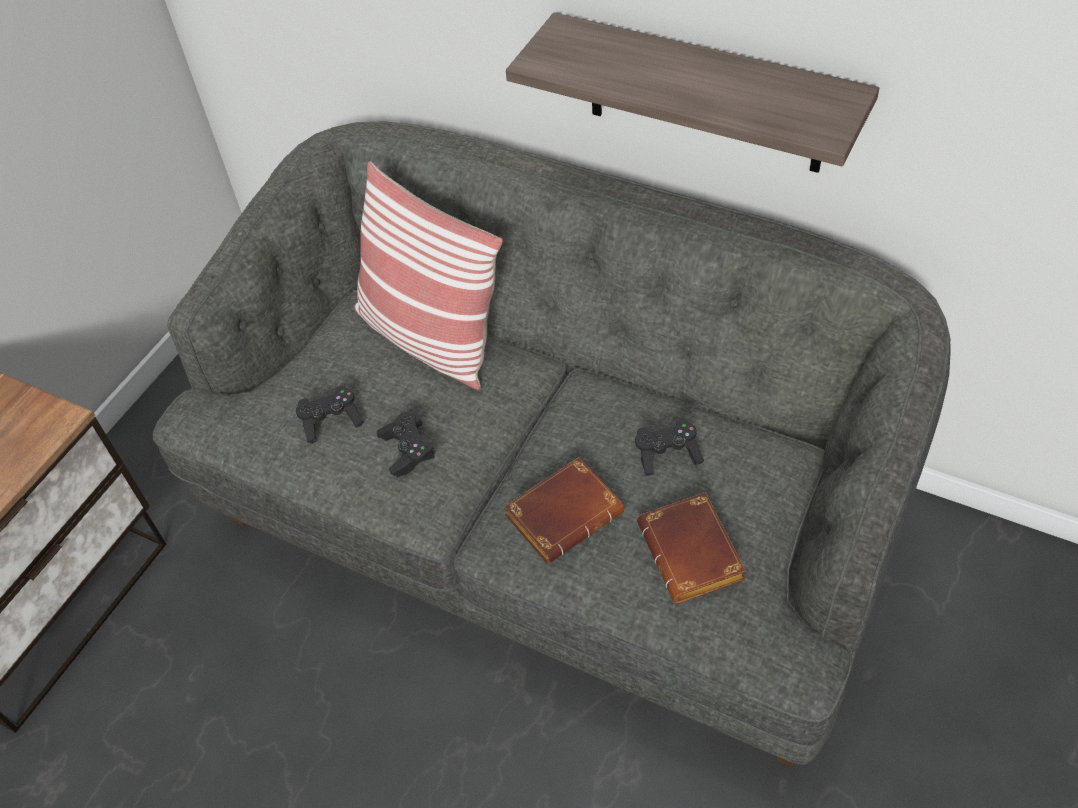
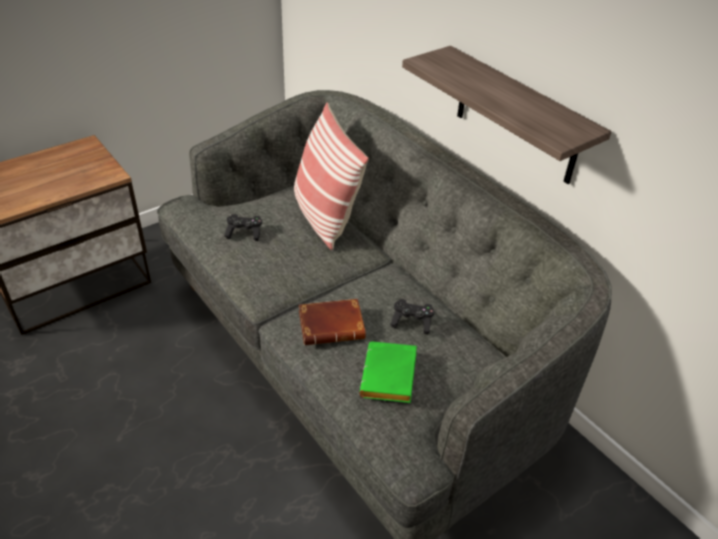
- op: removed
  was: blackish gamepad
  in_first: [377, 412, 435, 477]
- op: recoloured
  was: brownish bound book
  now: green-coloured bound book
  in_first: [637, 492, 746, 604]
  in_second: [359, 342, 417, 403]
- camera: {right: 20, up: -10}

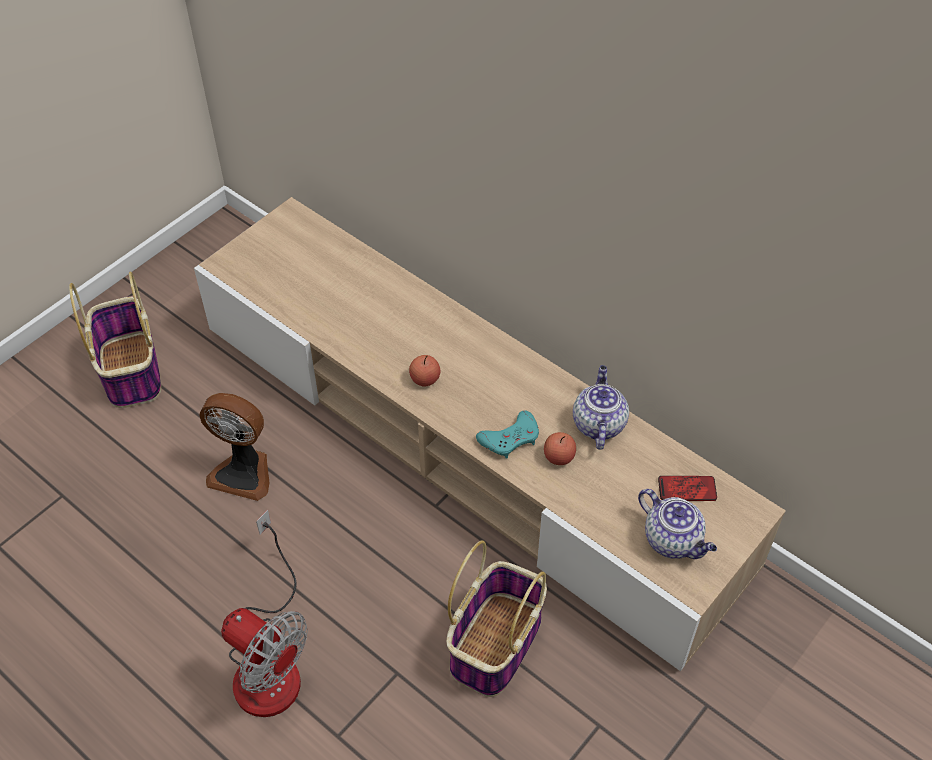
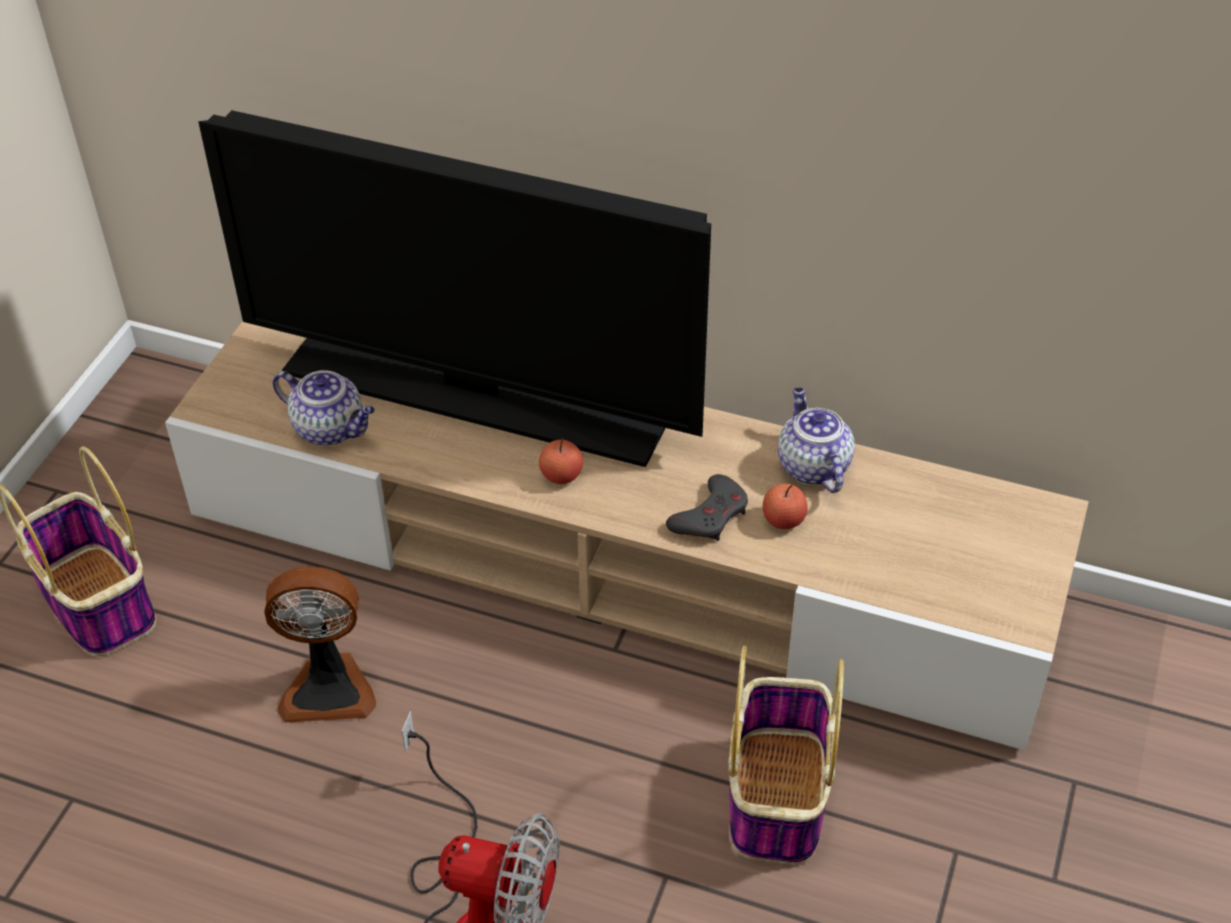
- op: recoloured
  was: turquoise-coloured gamepad
  now: gray gamepad
  in_first: [476, 410, 539, 459]
  in_second: [666, 474, 748, 541]
- op: removed
  was: handset
  in_first: [658, 476, 717, 501]
- op: moved
  was: teapot
  in_first: [638, 489, 717, 559]
  in_second: [273, 370, 375, 446]
- op: added
  now: television
  in_second: [198, 110, 711, 467]
- camera: {right: -20, up: -5}

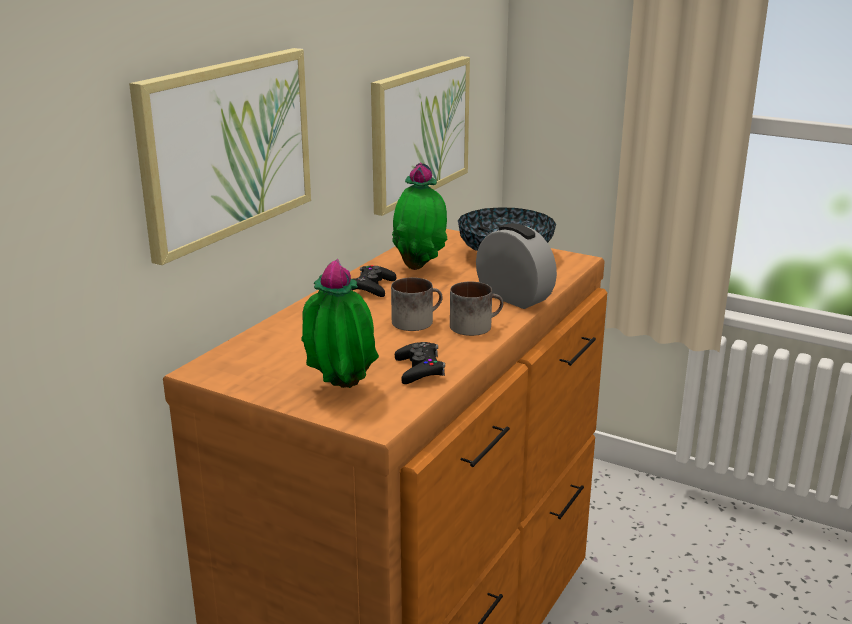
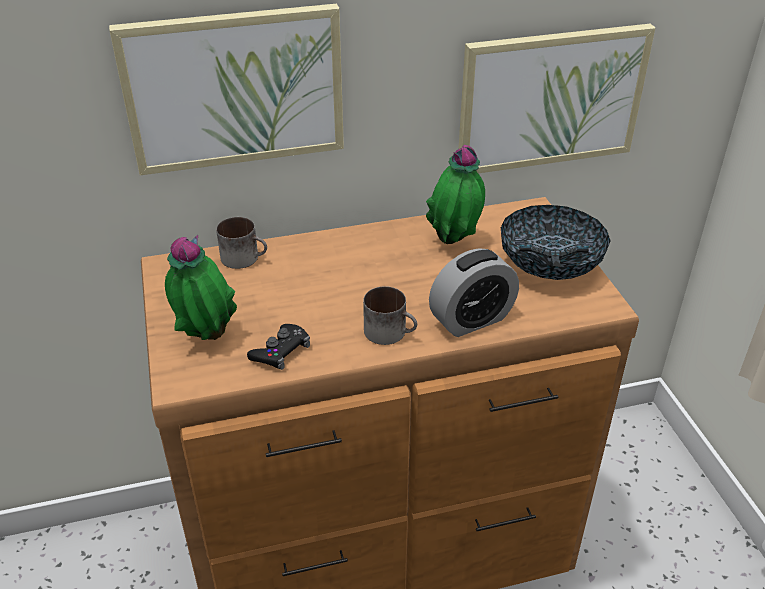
- op: turned
  was: alarm clock
  in_first: [476, 223, 557, 309]
  in_second: [429, 248, 519, 337]
  clockwise: 60
- op: removed
  was: blackish gamepad
  in_first: [351, 265, 396, 297]
- op: moved
  was: tea mug
  in_first: [391, 278, 443, 331]
  in_second: [216, 217, 267, 269]
- camera: {right: 45, up: 15}

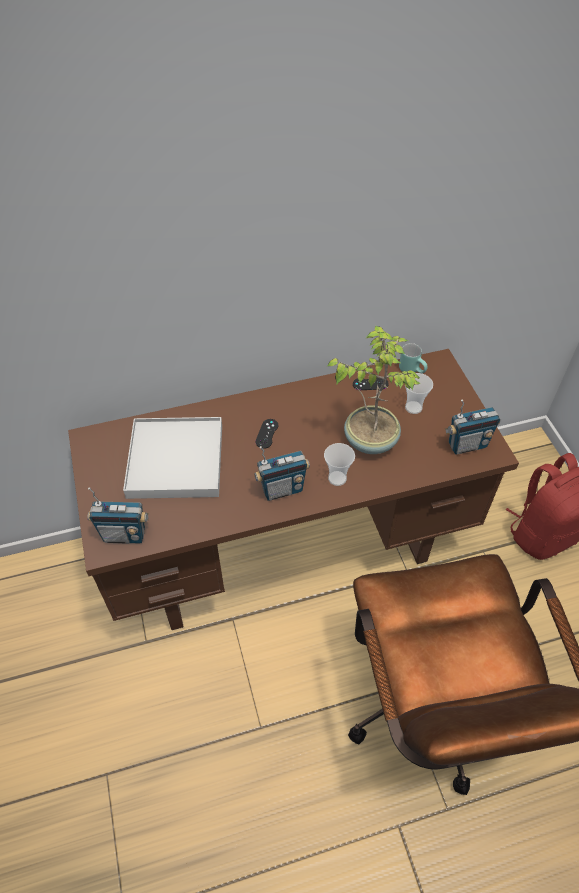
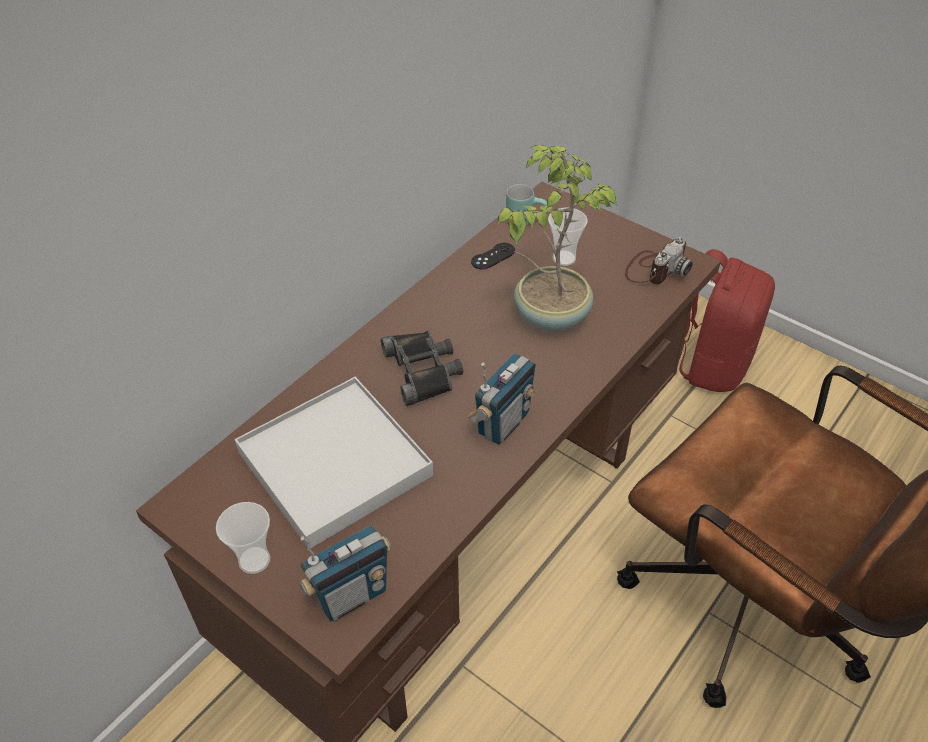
- op: replaced
  was: radio
  now: still camera
  in_first: [445, 399, 500, 455]
  in_second: [625, 237, 693, 284]
- op: replaced
  was: blackish gamepad
  now: blackish pair of binoculars
  in_first: [255, 419, 278, 449]
  in_second: [381, 331, 463, 406]
- op: moved
  was: drinking cup
  in_first: [324, 443, 355, 486]
  in_second: [216, 502, 270, 574]
- camera: {right: -35, up: -5}

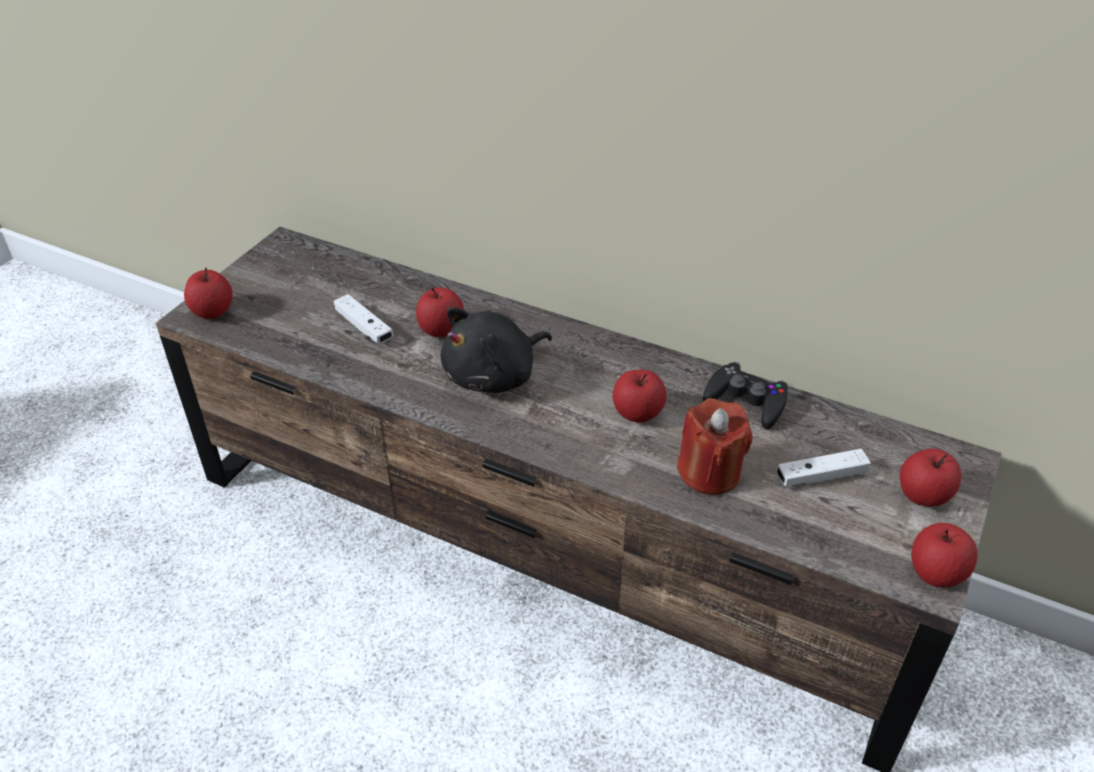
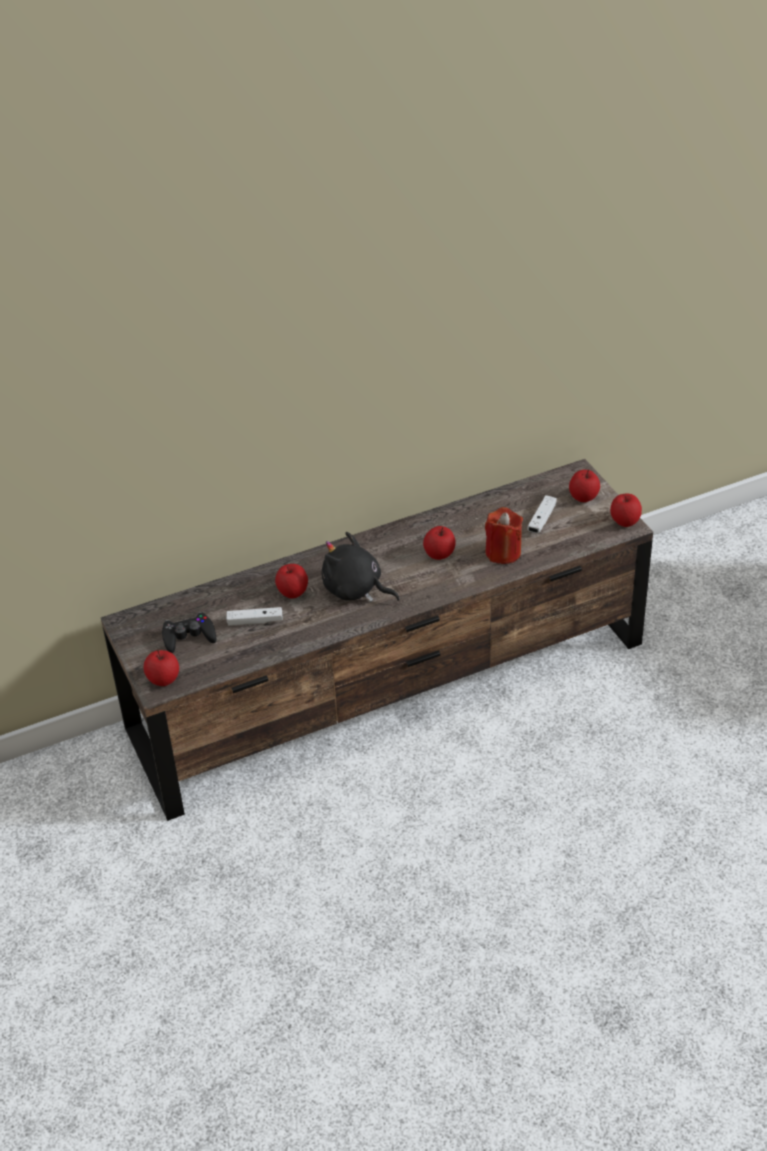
- op: turned
  was: blackish soft toy
  in_first: [441, 307, 552, 393]
  in_second: [322, 532, 400, 602]
  clockwise: 120
- op: moved
  was: blackish gamepad
  in_first: [703, 362, 788, 430]
  in_second: [162, 612, 216, 653]
- camera: {right: -50, up: 0}

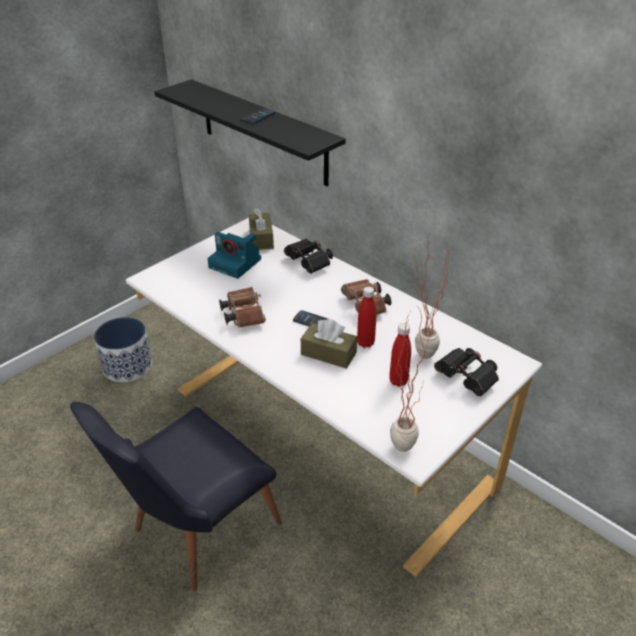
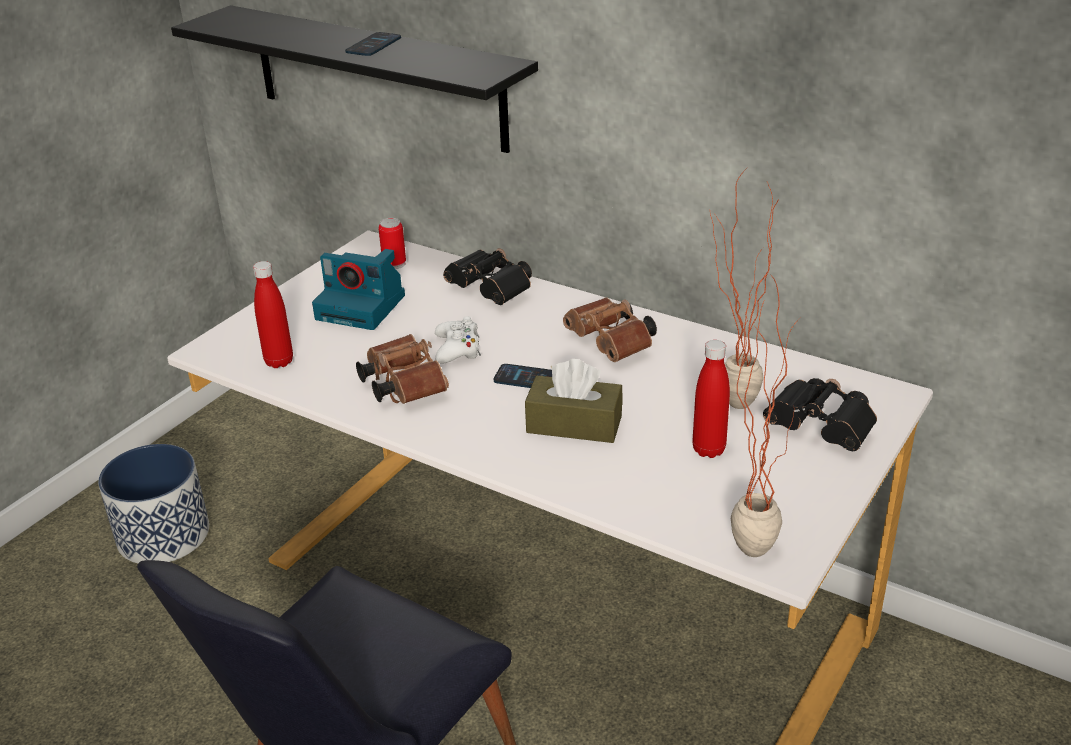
- op: replaced
  was: brownish box of tissues
  now: can
  in_first: [249, 208, 274, 250]
  in_second: [378, 218, 406, 269]
- op: moved
  was: red drink bottle
  in_first: [357, 287, 376, 348]
  in_second: [253, 261, 293, 368]
- op: added
  now: white gamepad
  in_second: [435, 316, 481, 364]
- camera: {right: -10, up: -5}

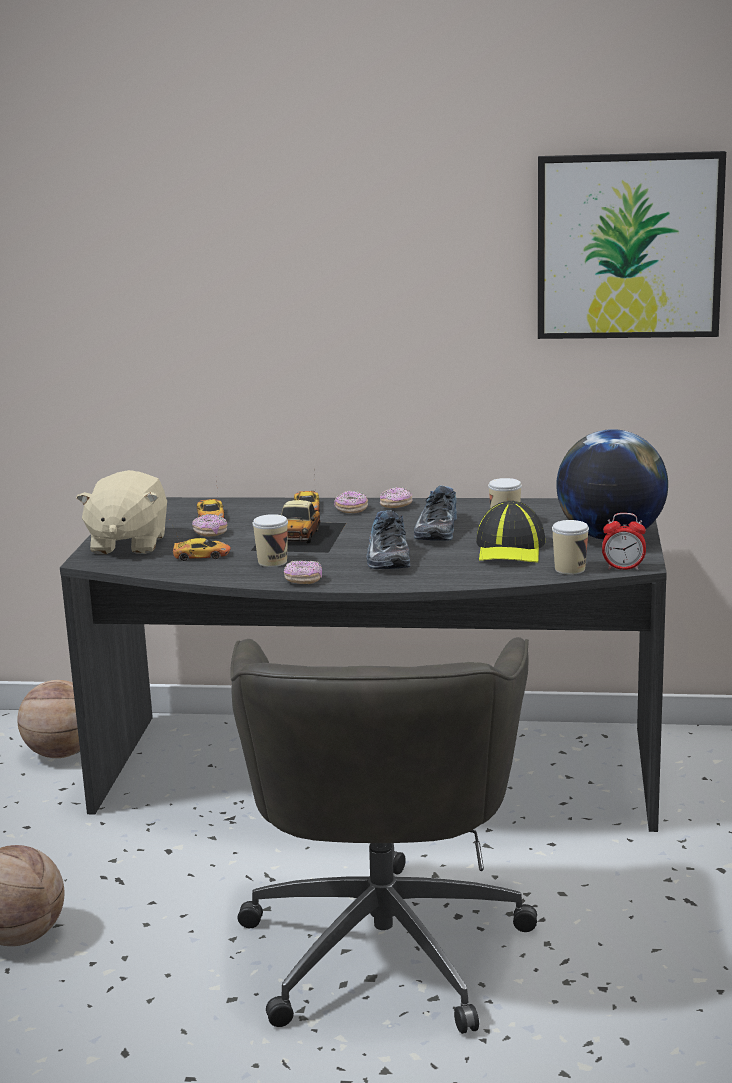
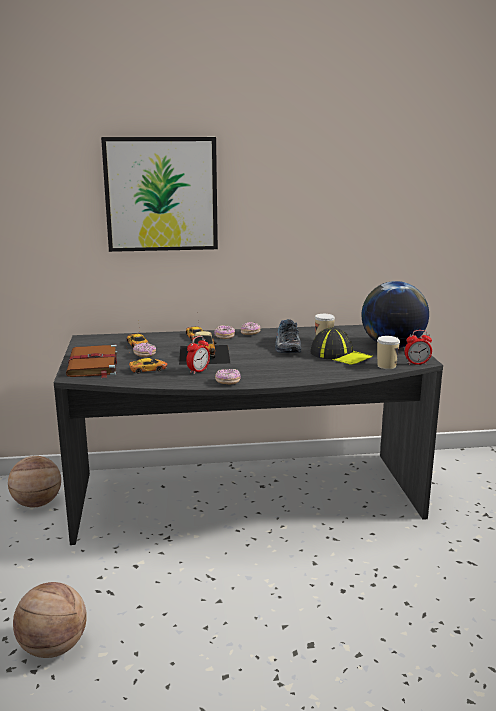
- op: moved
  was: wall art
  in_first: [538, 151, 726, 339]
  in_second: [101, 137, 218, 252]
- op: replaced
  was: sand-coloured soft toy
  now: brownish bound book
  in_first: [76, 470, 167, 554]
  in_second: [66, 345, 117, 378]
- op: turned
  was: baseball cap
  in_first: [476, 501, 545, 563]
  in_second: [311, 327, 373, 365]
  clockwise: -45
- op: removed
  was: low shoe
  in_first: [366, 510, 410, 569]
- op: replaced
  was: drinking cup
  now: alarm clock
  in_first: [253, 514, 288, 567]
  in_second: [186, 336, 210, 374]
- op: removed
  was: gray desk chair
  in_first: [230, 637, 537, 1034]
- camera: {right: -15, up: 0}

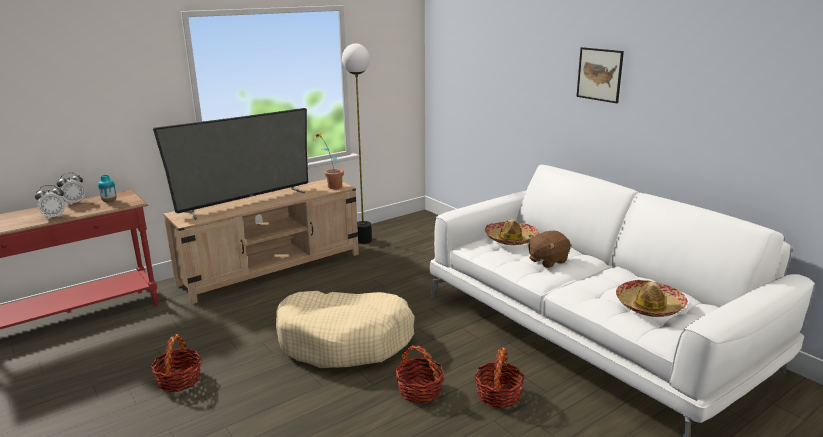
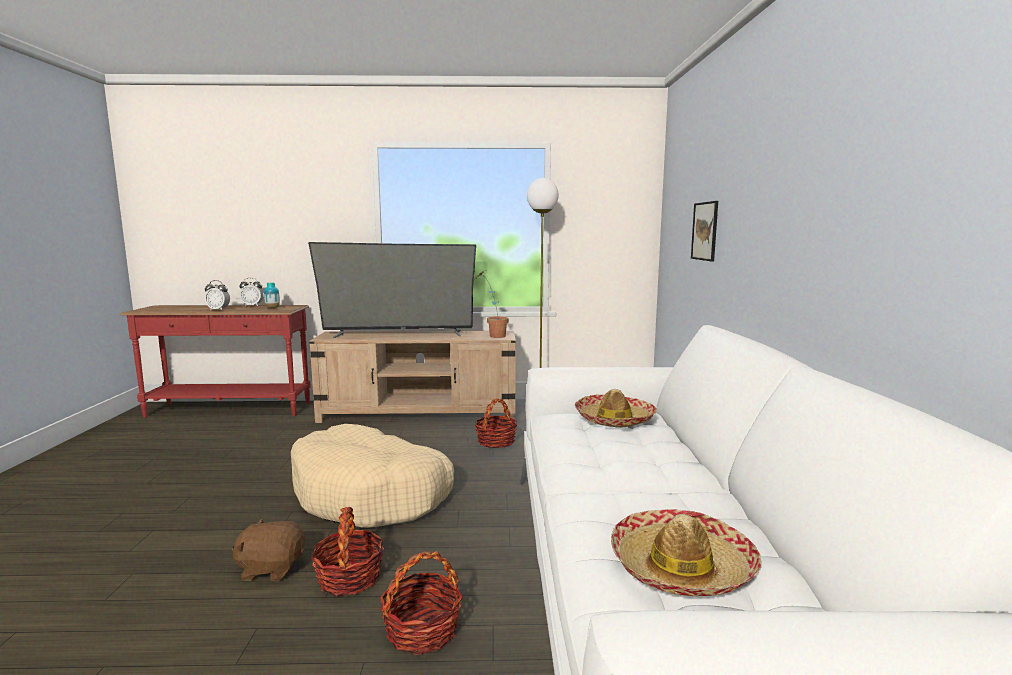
- op: moved
  was: wall art
  in_first: [576, 47, 624, 103]
  in_second: [691, 201, 718, 261]
- op: moved
  was: brownish soft toy
  in_first: [528, 231, 571, 268]
  in_second: [232, 518, 305, 581]
- op: moved
  was: basket
  in_first: [150, 334, 201, 392]
  in_second: [475, 399, 517, 448]
- camera: {right: 35, up: -10}

